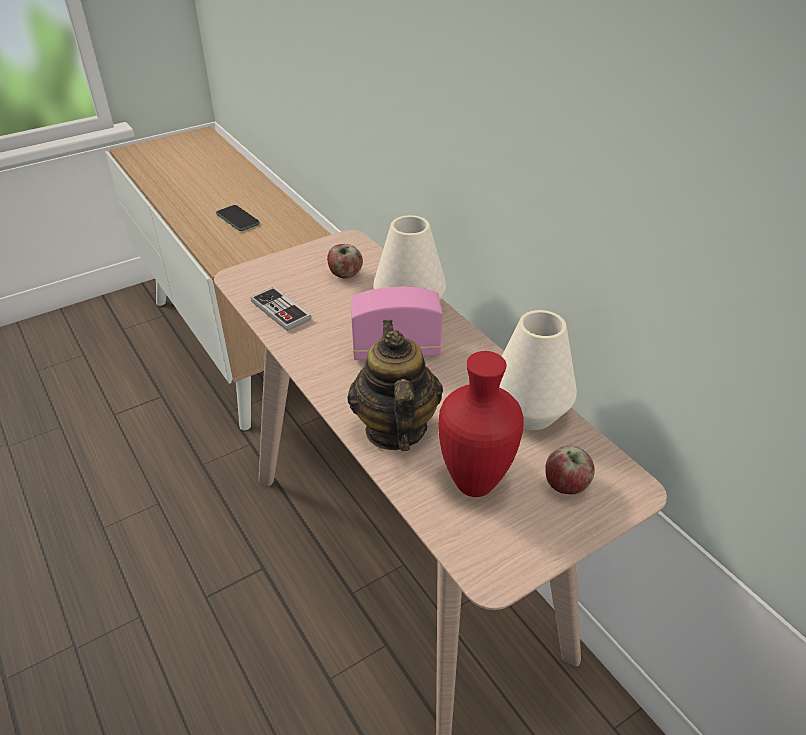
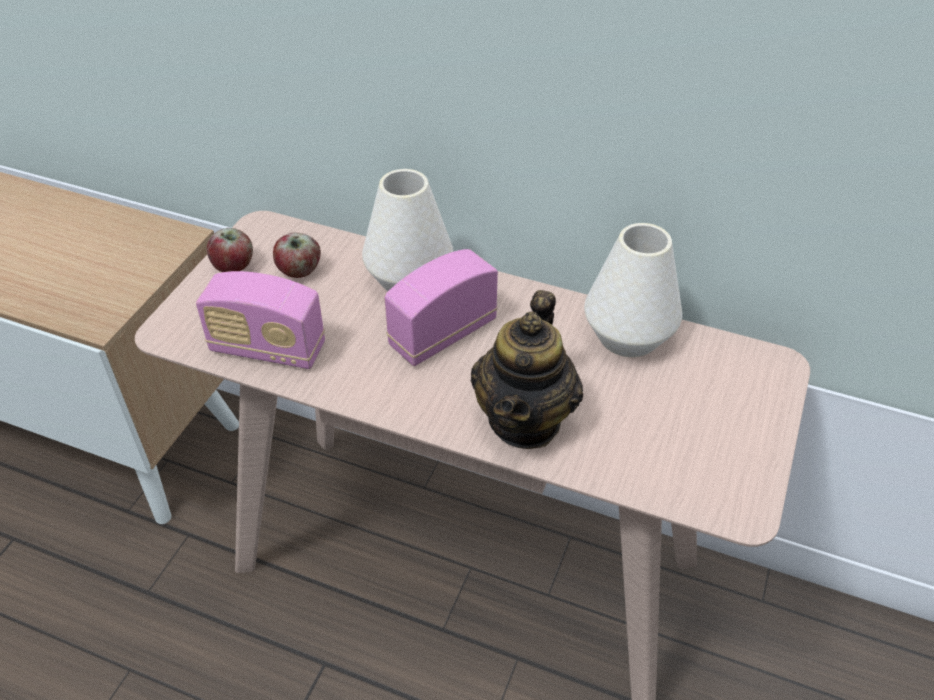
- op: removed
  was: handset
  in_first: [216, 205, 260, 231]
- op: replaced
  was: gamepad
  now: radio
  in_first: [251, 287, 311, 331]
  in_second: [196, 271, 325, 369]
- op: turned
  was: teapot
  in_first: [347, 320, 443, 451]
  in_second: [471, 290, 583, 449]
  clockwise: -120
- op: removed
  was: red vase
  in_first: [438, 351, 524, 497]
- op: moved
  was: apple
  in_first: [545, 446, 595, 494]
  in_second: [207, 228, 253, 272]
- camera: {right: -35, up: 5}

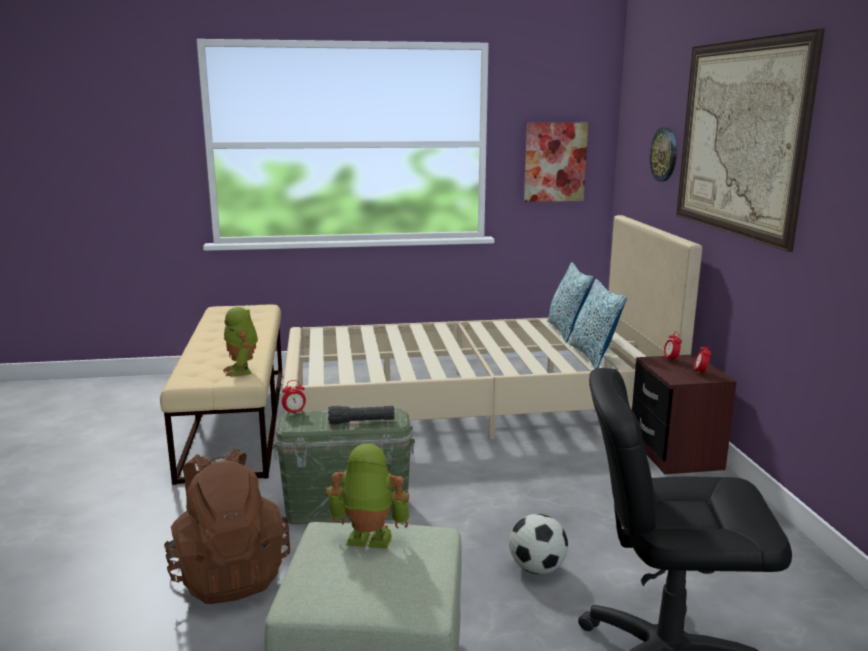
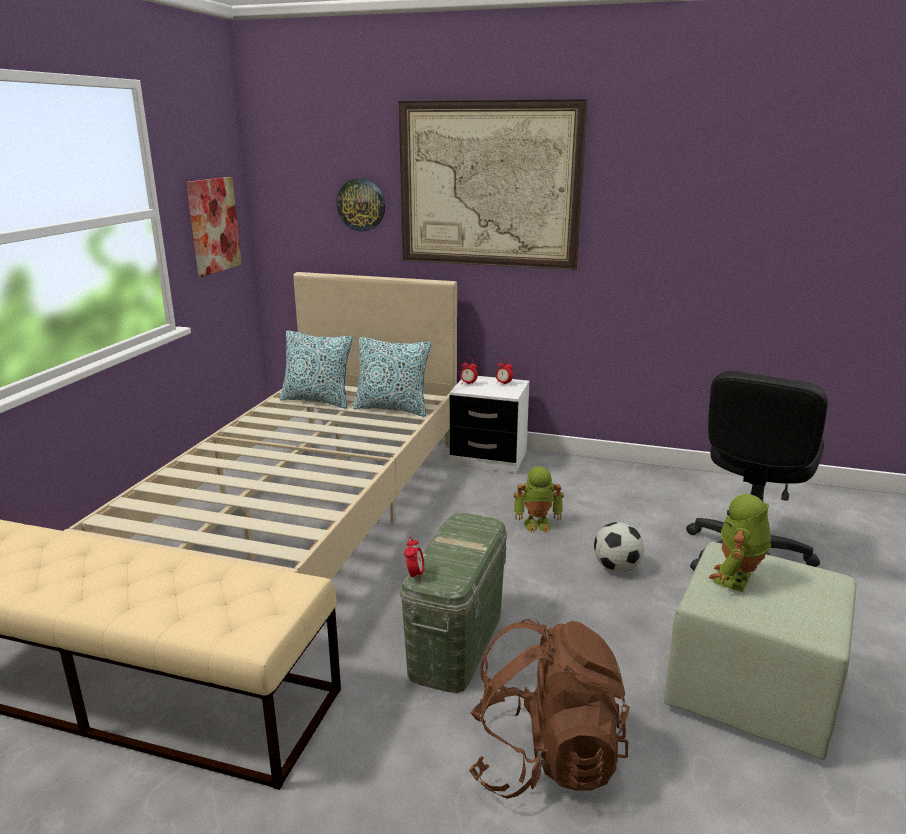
- op: moved
  was: toy robot
  in_first: [223, 307, 258, 377]
  in_second: [514, 466, 564, 533]
- op: recoloured
  was: brownish bedside table
  now: white bedside table
  in_first: [632, 354, 737, 474]
  in_second: [450, 376, 529, 473]
- op: removed
  was: blackish flashlight
  in_first: [328, 406, 395, 424]
- camera: {right: -65, up: 5}

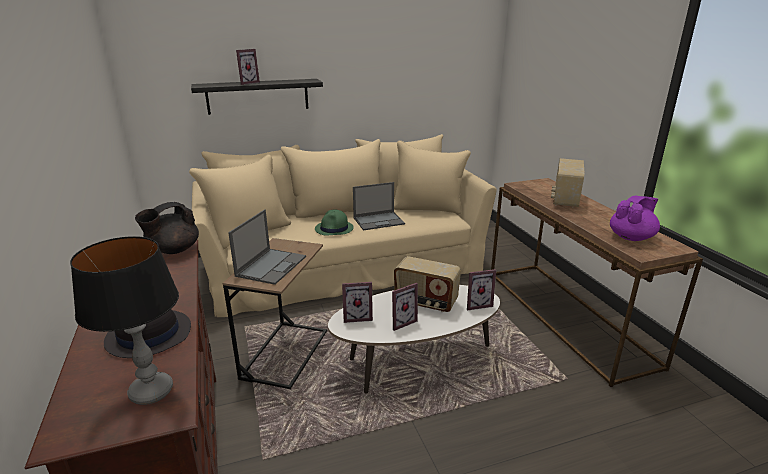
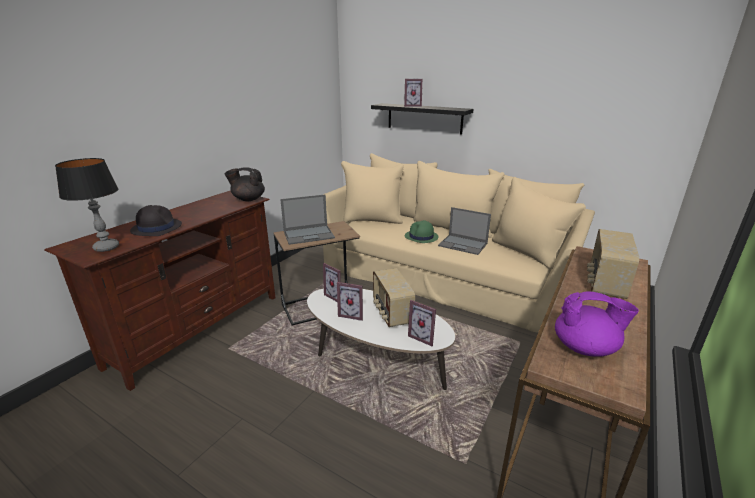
- op: turned
  was: radio
  in_first: [551, 158, 585, 208]
  in_second: [587, 229, 639, 299]
  clockwise: -45
- camera: {right: 50, up: 0}

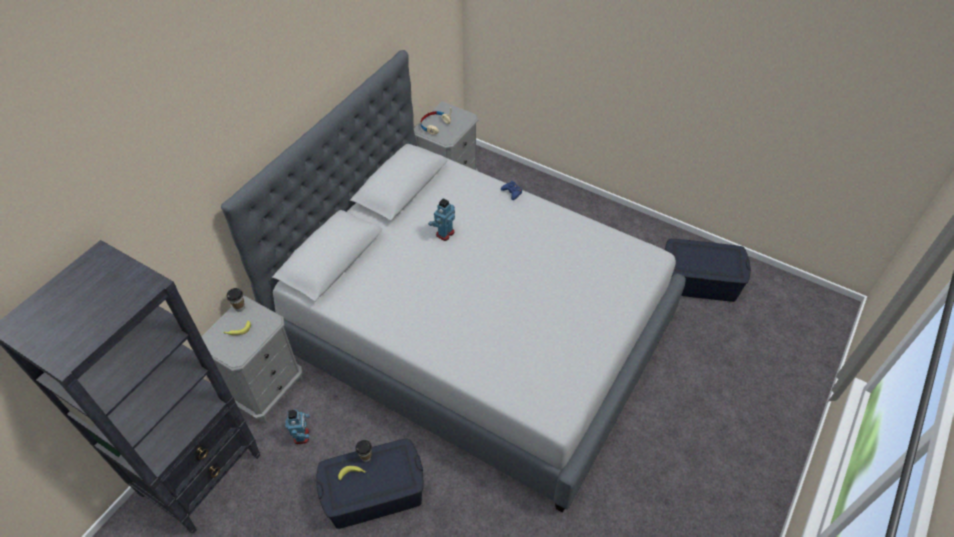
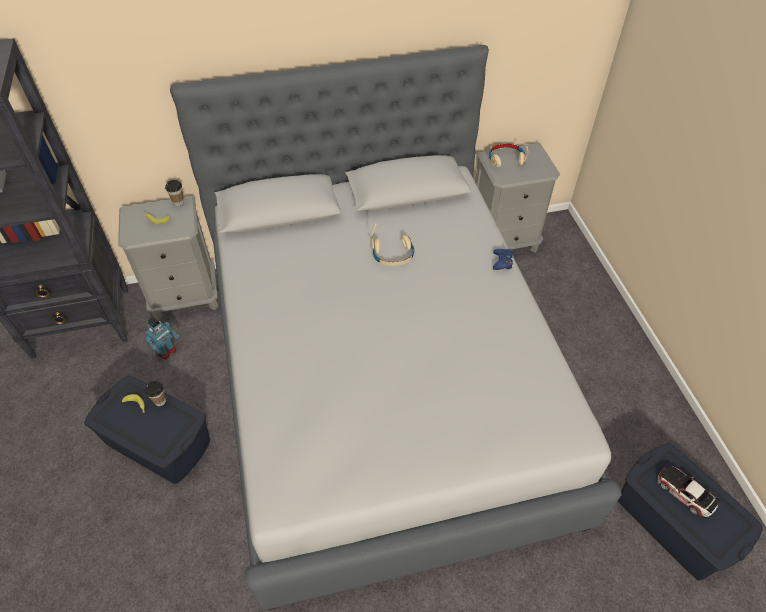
- op: replaced
  was: toy robot
  now: sand-coloured headphones
  in_first: [428, 198, 455, 241]
  in_second: [372, 223, 414, 266]
- op: added
  now: model car
  in_second: [657, 466, 721, 518]
- camera: {right: 45, up: 0}

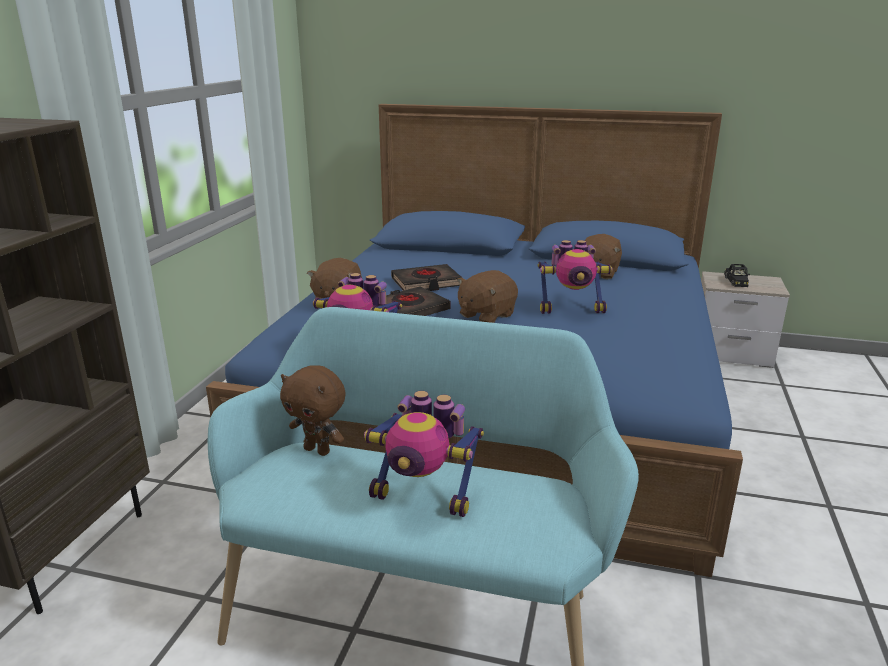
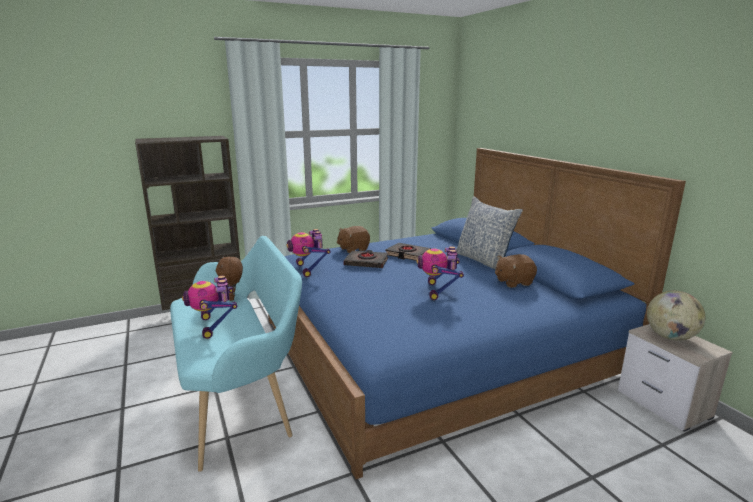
- op: turned
  was: toy robot
  in_first: [538, 240, 613, 314]
  in_second: [416, 246, 464, 300]
  clockwise: 45
- op: replaced
  was: blackish model car
  now: desk globe
  in_first: [724, 264, 750, 287]
  in_second: [647, 291, 705, 341]
- op: removed
  was: brownish soft toy
  in_first: [457, 270, 518, 323]
- op: added
  now: throw pillow
  in_second: [456, 196, 523, 269]
- camera: {right: 50, up: -5}

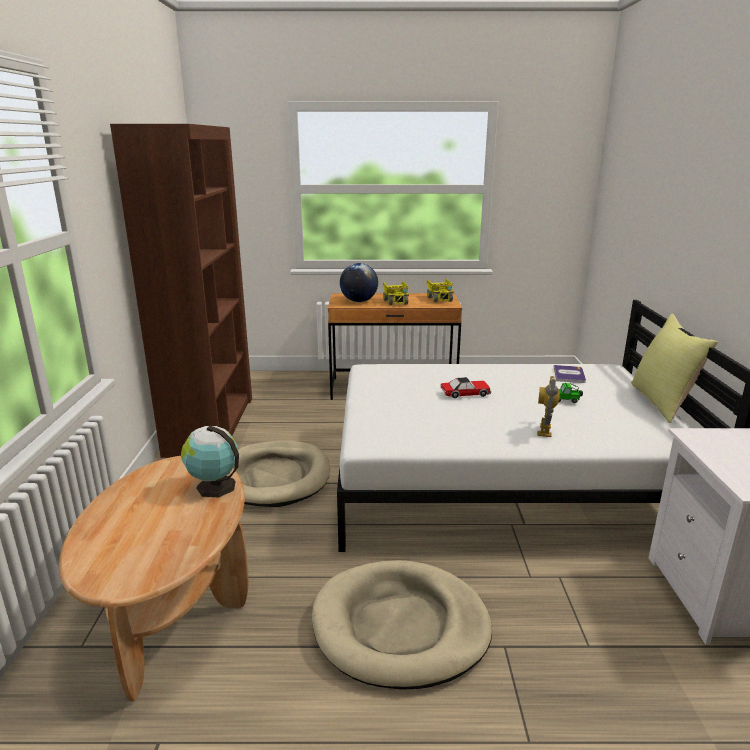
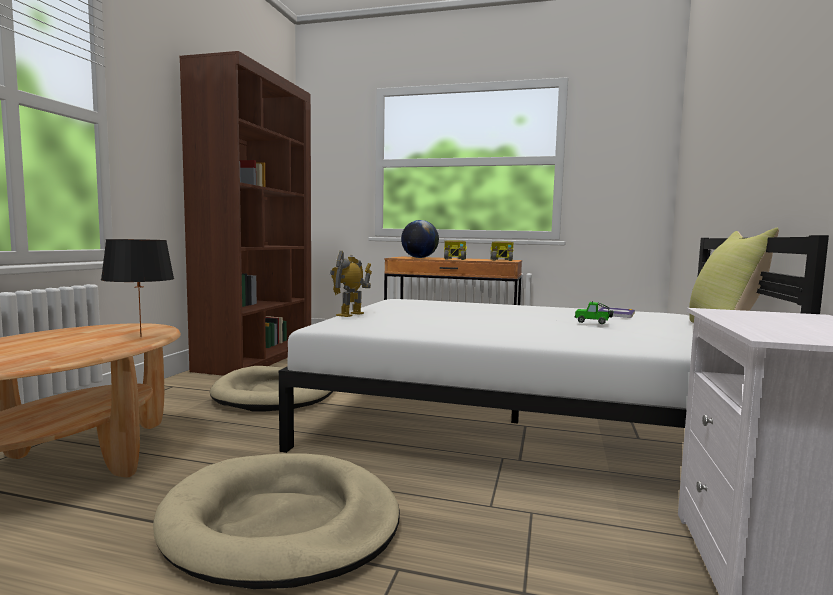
- op: moved
  was: toy robot
  in_first: [537, 376, 560, 437]
  in_second: [330, 251, 372, 317]
- op: removed
  was: model car
  in_first: [440, 377, 491, 398]
- op: replaced
  was: desk globe
  now: blackish table lamp
  in_first: [181, 426, 239, 497]
  in_second: [101, 239, 174, 337]
- camera: {right: 15, up: -15}

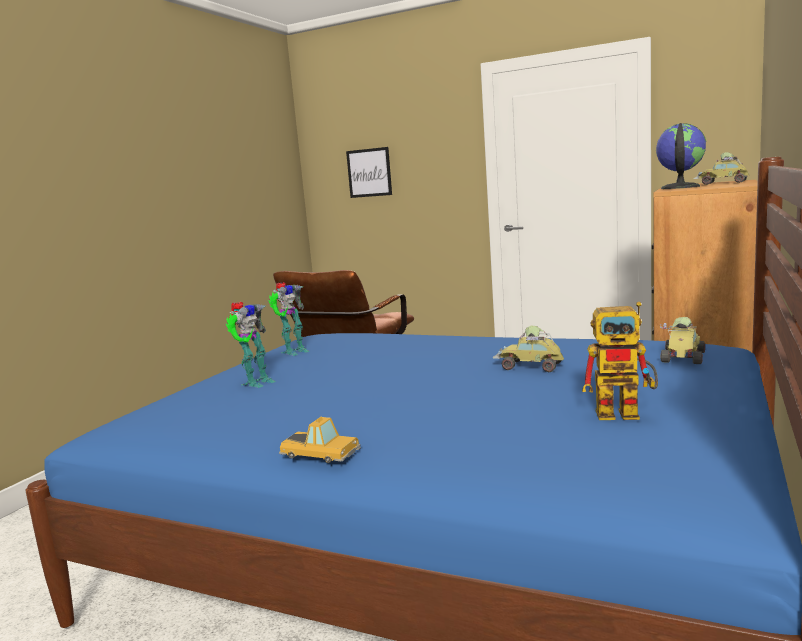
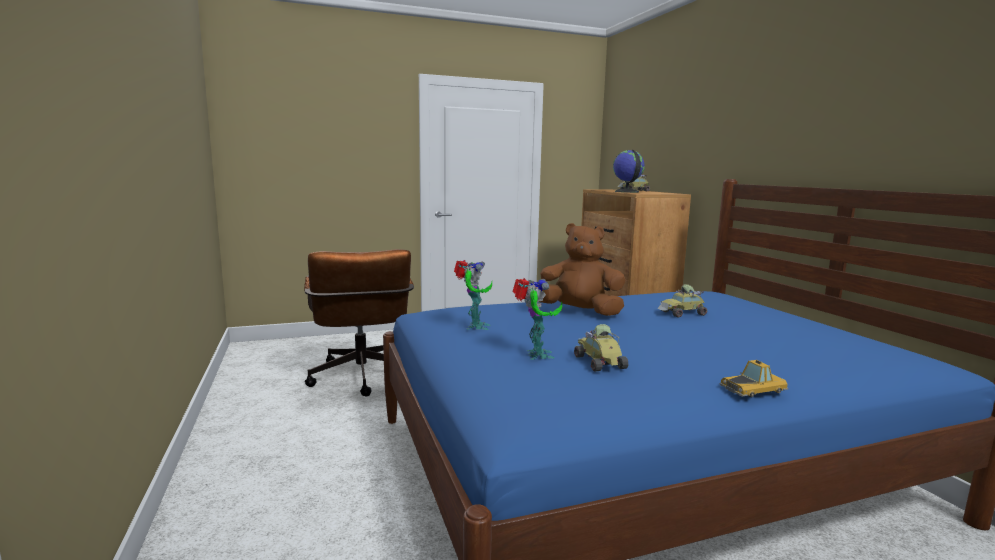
- op: removed
  was: wall art
  in_first: [346, 147, 392, 198]
- op: removed
  was: toy robot
  in_first: [582, 302, 658, 420]
- op: moved
  was: model car
  in_first: [660, 317, 705, 364]
  in_second: [574, 324, 628, 371]
- op: added
  now: brownish soft toy
  in_second: [538, 223, 626, 316]
- camera: {right: -45, up: 0}

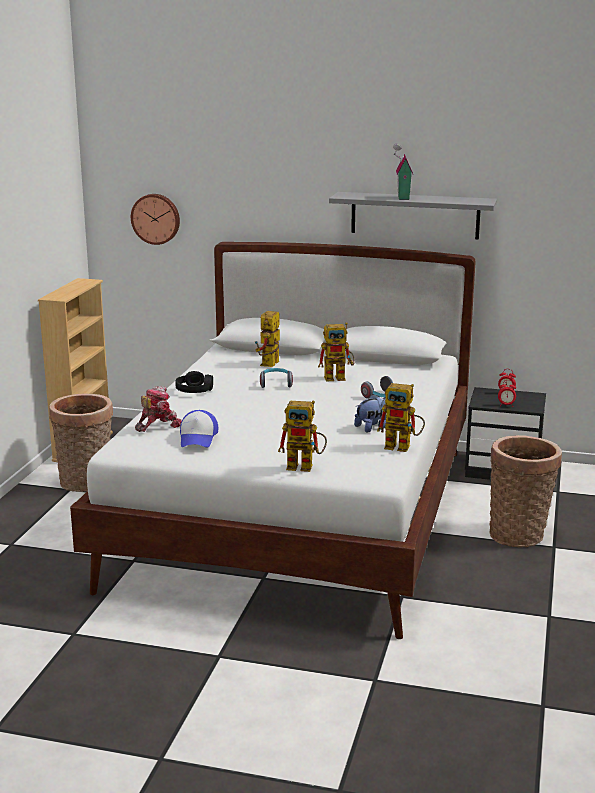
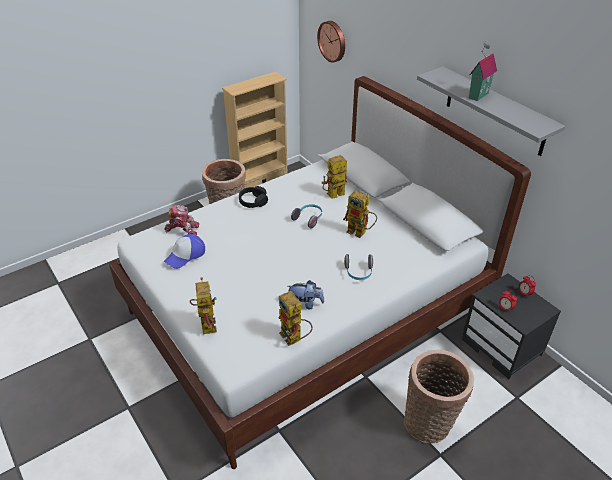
- op: turned
  was: toy robot
  in_first: [278, 400, 327, 472]
  in_second: [190, 277, 217, 334]
  clockwise: -150
- camera: {right: 40, up: 20}

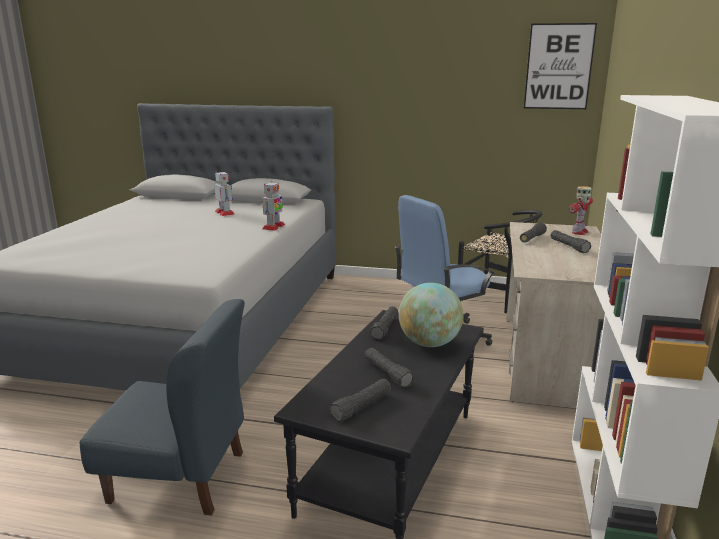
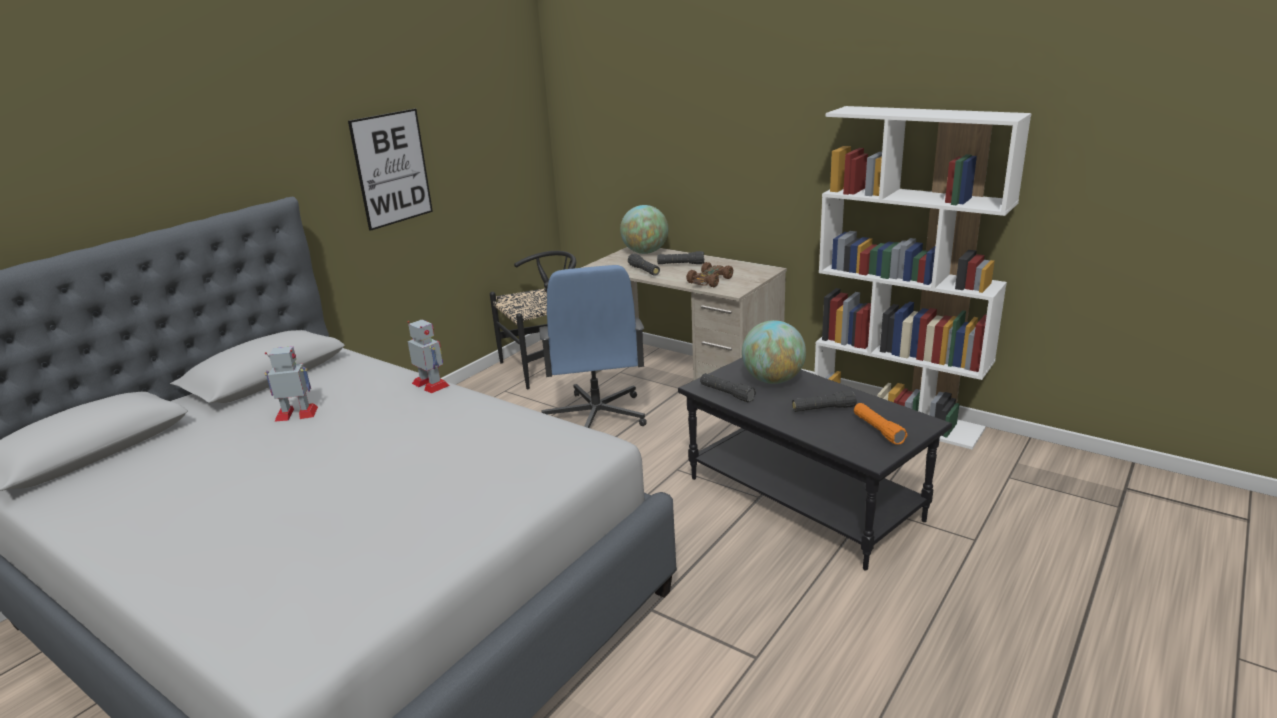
- op: moved
  was: wall art
  in_first: [524, 23, 597, 109]
  in_second: [348, 109, 433, 231]
- op: replaced
  was: toy robot
  now: desk globe
  in_first: [569, 186, 593, 235]
  in_second: [620, 205, 668, 254]
- op: removed
  was: blue chair
  in_first: [80, 299, 245, 515]
- op: recoloured
  was: blackish flashlight
  now: orange-coloured flashlight
  in_first: [330, 379, 391, 422]
  in_second: [854, 403, 907, 445]
- op: added
  now: brownish model car
  in_second: [686, 262, 733, 287]
- camera: {right: -65, up: 5}

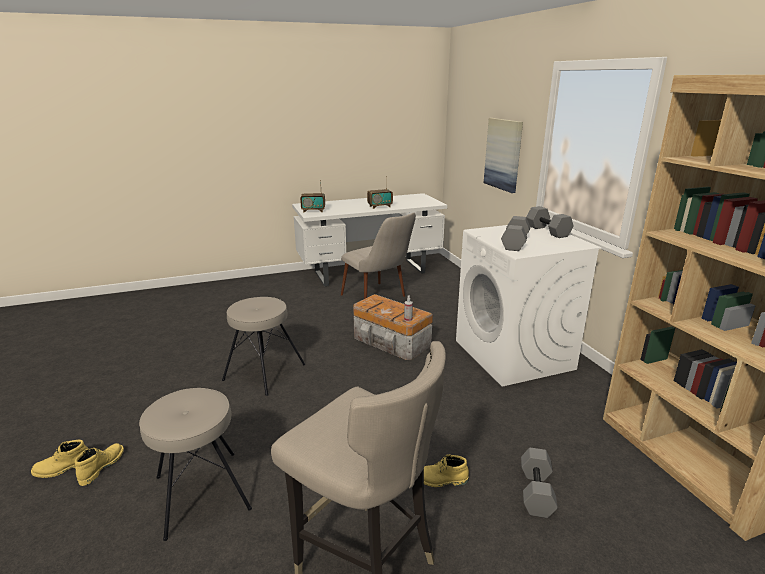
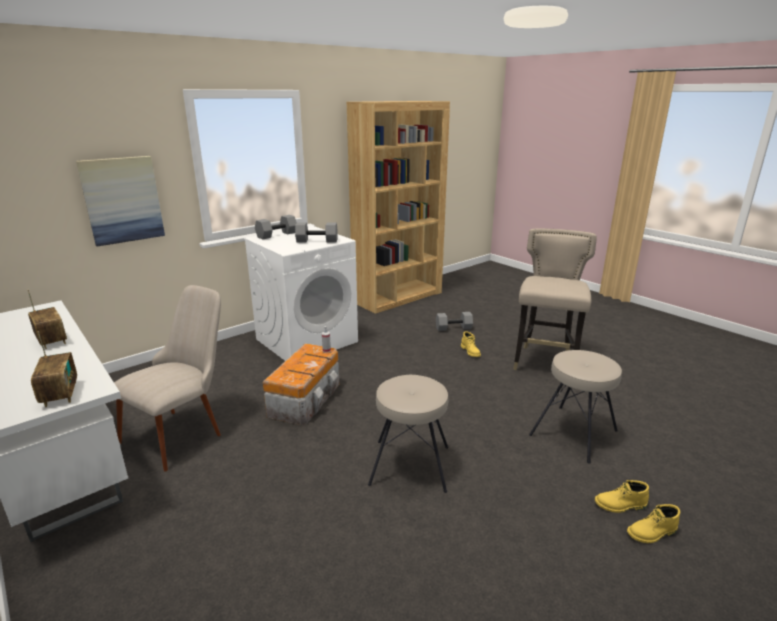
- op: turned
  was: yellowish tall boot
  in_first: [31, 440, 89, 478]
  in_second: [627, 504, 680, 543]
  clockwise: 120
- camera: {right: -110, up: 0}

